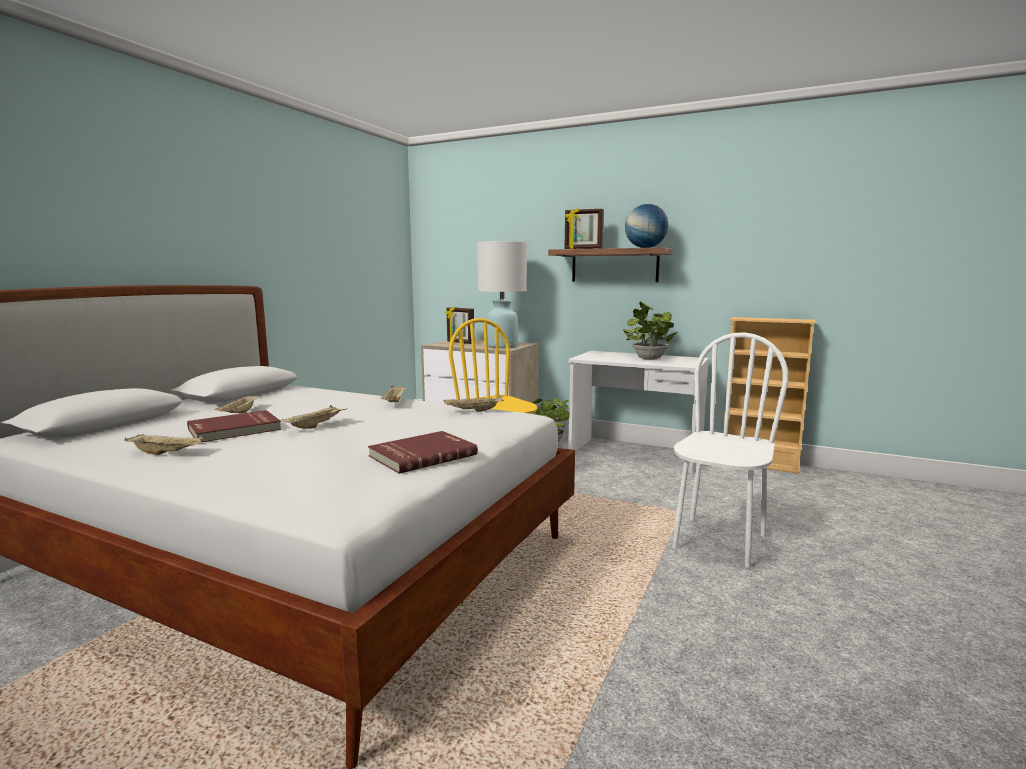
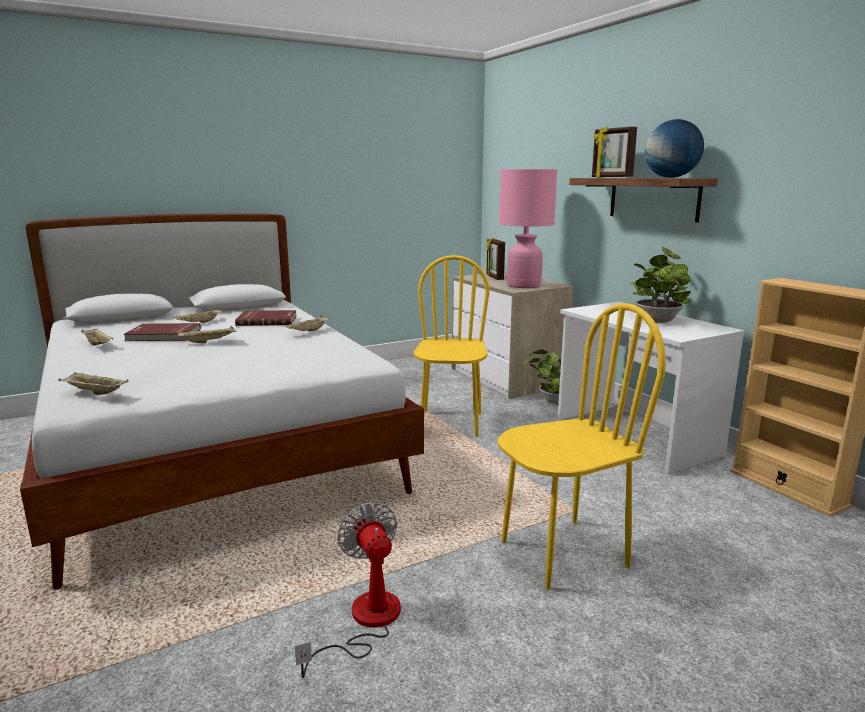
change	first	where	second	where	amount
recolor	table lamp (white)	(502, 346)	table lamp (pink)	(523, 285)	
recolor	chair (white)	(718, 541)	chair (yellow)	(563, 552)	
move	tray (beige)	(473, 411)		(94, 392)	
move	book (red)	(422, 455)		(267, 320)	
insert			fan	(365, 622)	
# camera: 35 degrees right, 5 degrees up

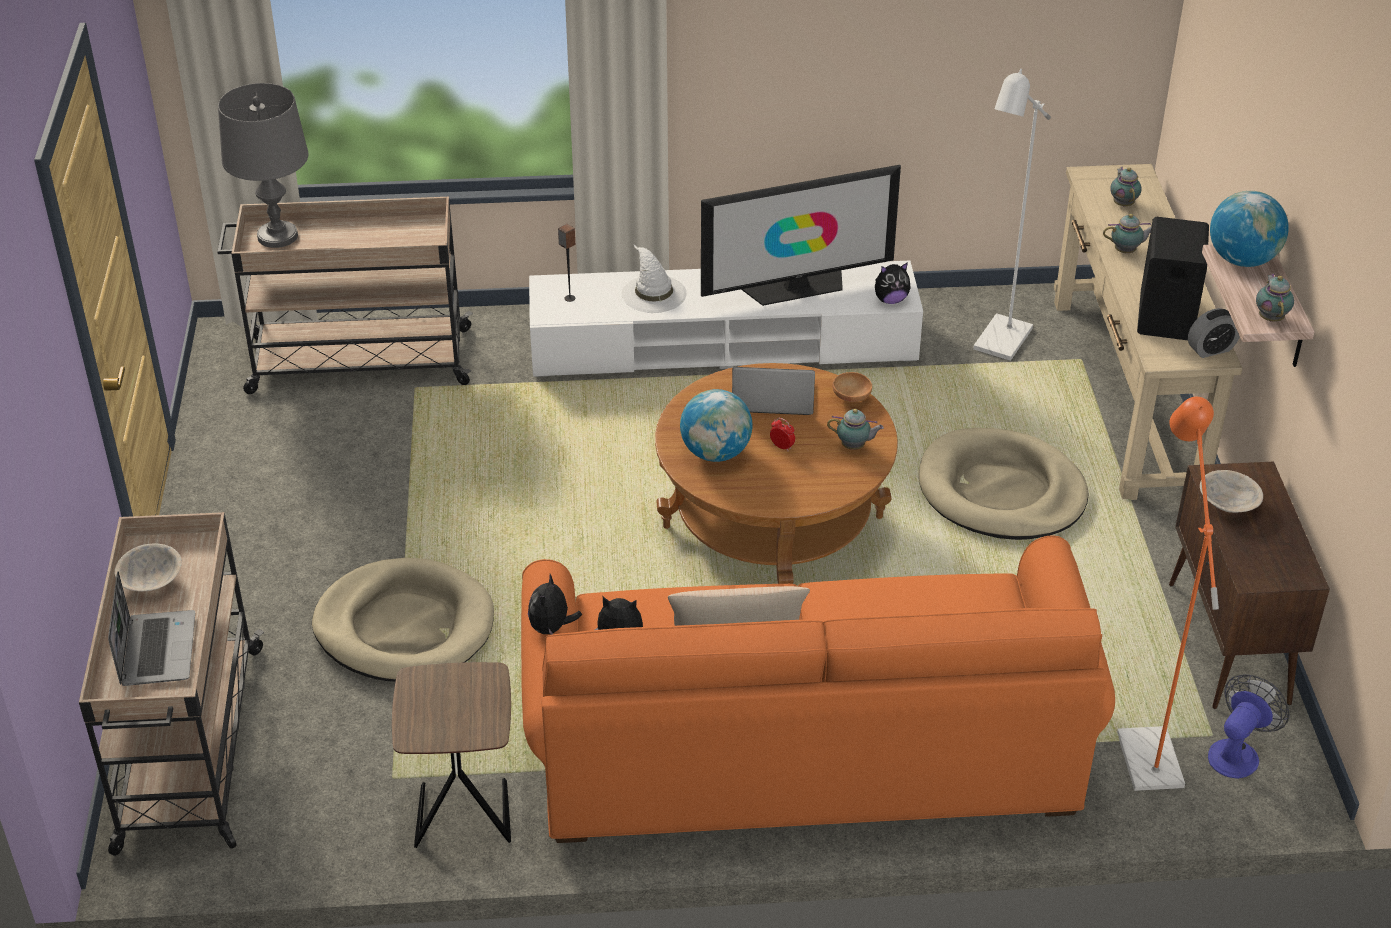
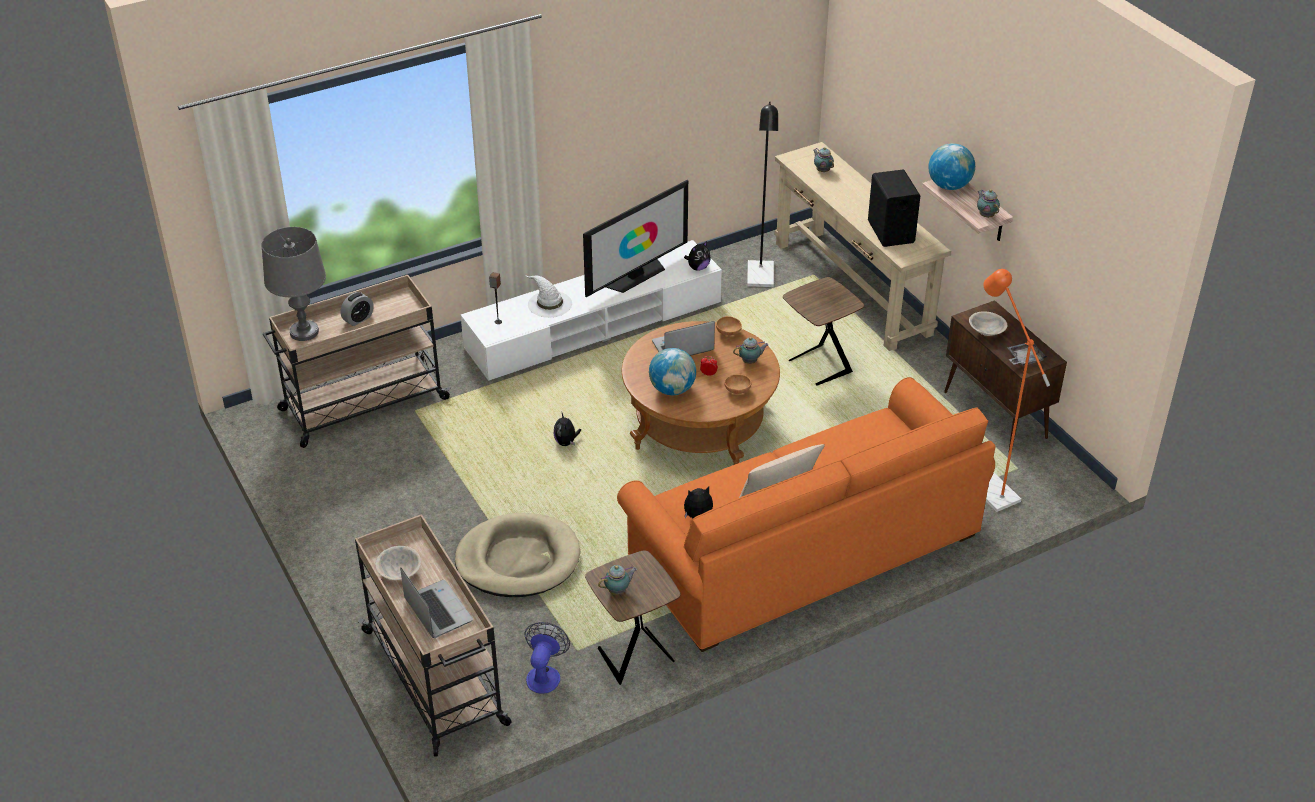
change	first	where	second	where	amount
recolor	floor lamp (white)	(998, 345)	floor lamp (black)	(760, 280)	
move	teapot	(1126, 251)		(618, 591)	
move	alarm clock	(1211, 349)		(358, 319)	
replace	dog bed (beige)	(1001, 491)	side table (brown)	(818, 367)	
move	plush toy	(551, 628)		(566, 442)	
move	fan	(1237, 752)		(545, 674)	
insert			tray (grey)	(1024, 359)	
insert			bowl (brown)	(737, 390)	
# camera: 25 degrees left, 0 degrees up

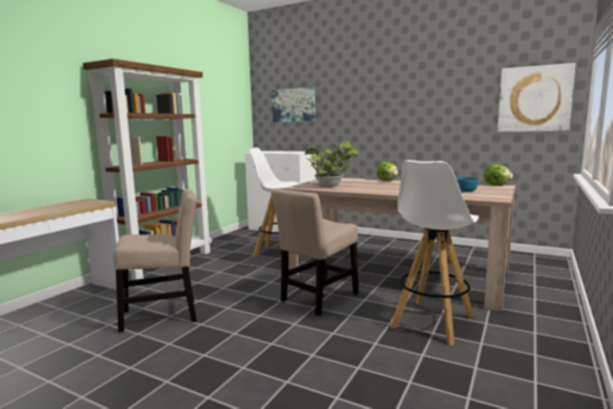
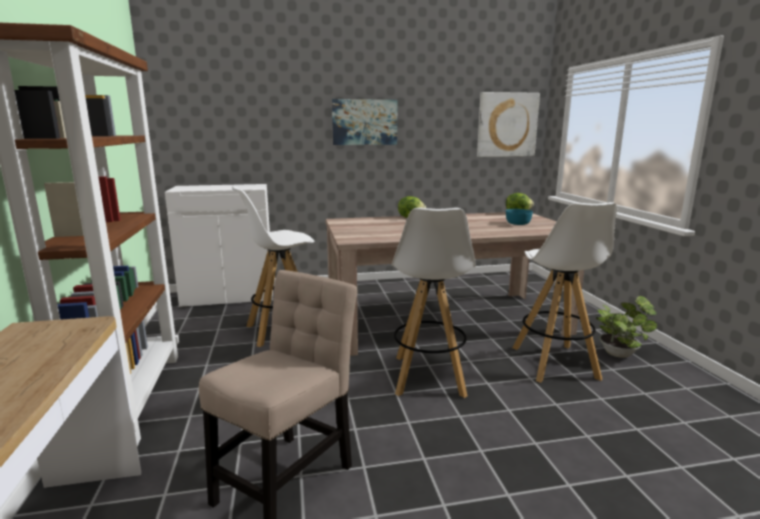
change	first	where	second	where	amount
move	picture	(293, 105)		(364, 122)	
move	potted plant	(331, 186)		(620, 353)	
replace	chair (beige)	(317, 299)	stool (white)	(429, 376)	
# camera: 40 degrees left, 5 degrees up

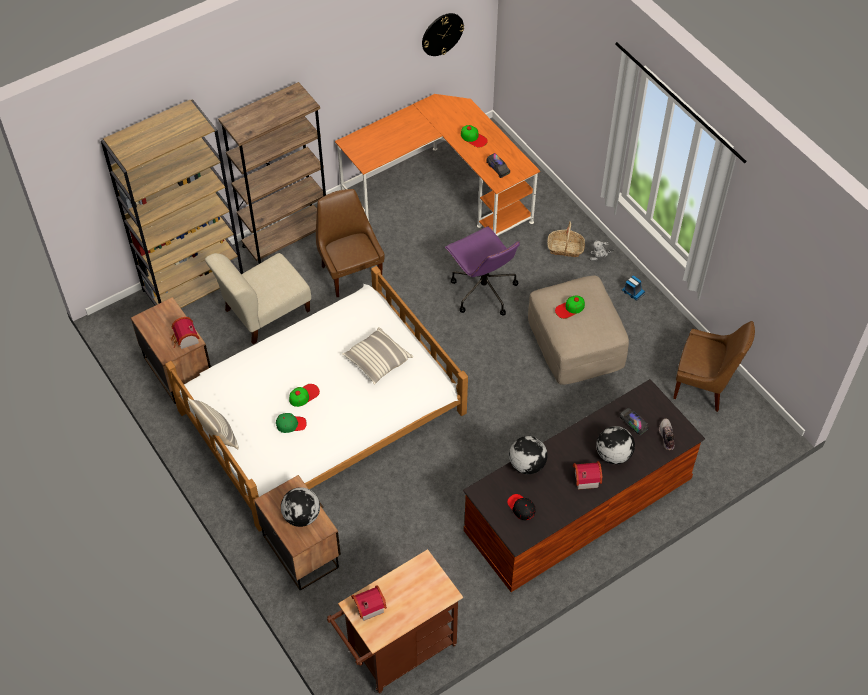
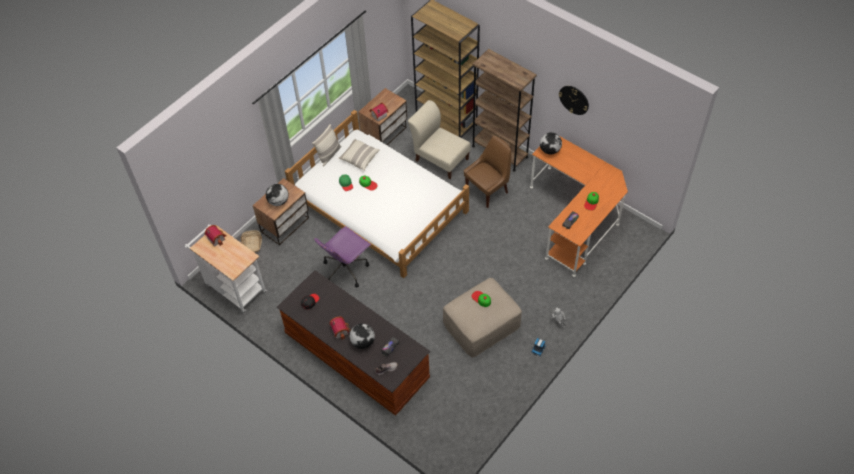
change	first	where	second	where	amount
move	wall clock	(442, 34)		(574, 99)	
move	basket	(565, 248)		(252, 244)	
move	office chair (purple)	(482, 291)		(345, 269)	
delete	chair (brown)	(704, 386)			
move	pillow	(377, 361)		(359, 158)	
move	globe	(526, 464)		(550, 150)	
recolor	cart (brown)	(396, 652)	cart (white)	(233, 287)	
# camera: 75 degrees right, 0 degrees up

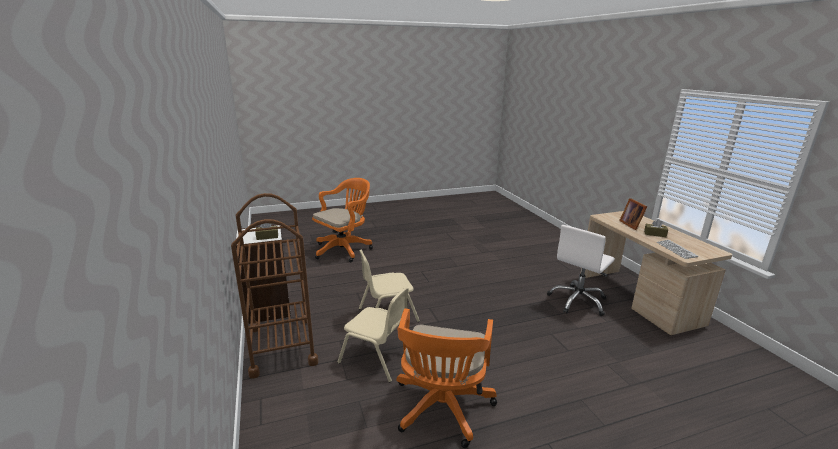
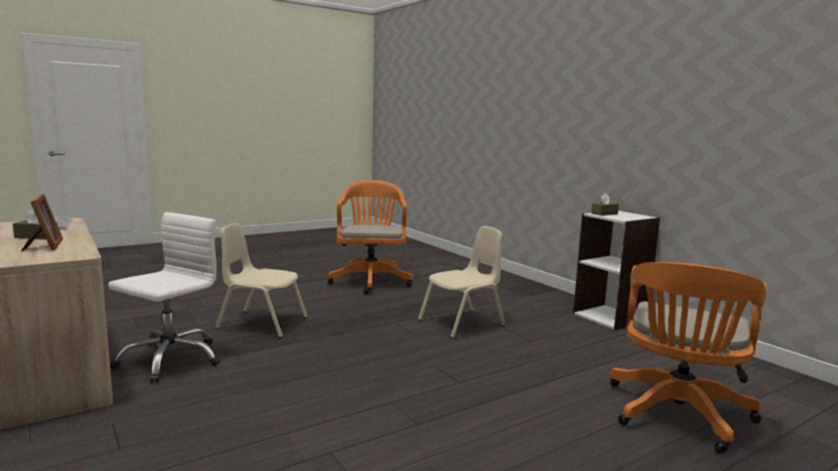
change	first	where	second	where	amount
delete	cart (brown)	(282, 345)			
move	chair (beige)	(377, 358)		(262, 323)	
# camera: 165 degrees right, 10 degrees down

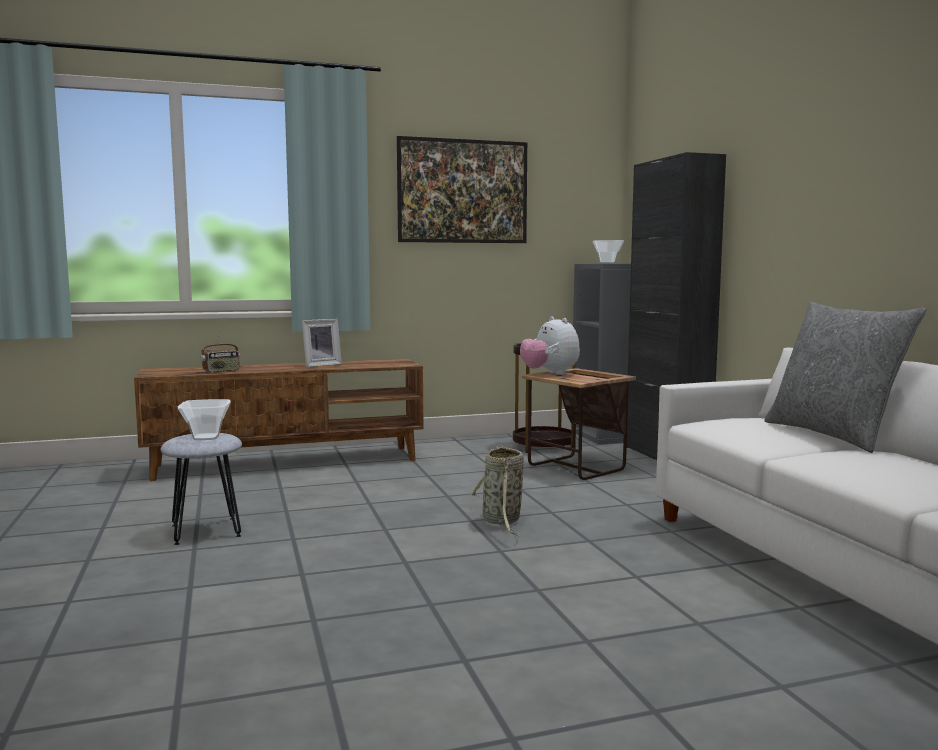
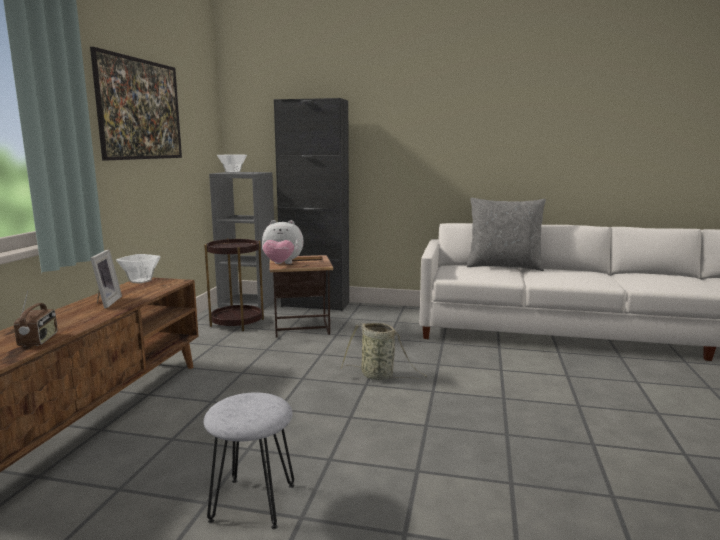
change	first	where	second	where	amount
move	bowl	(204, 437)		(140, 281)	
# camera: 60 degrees left, 5 degrees up

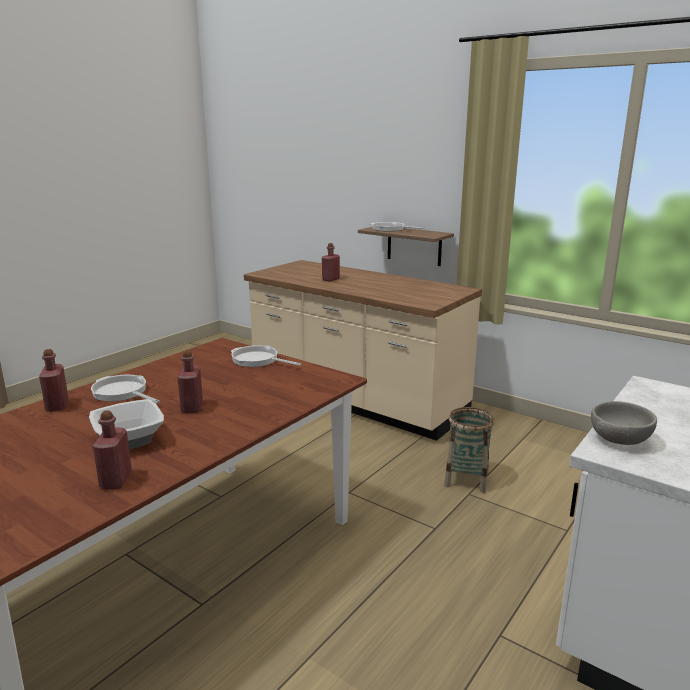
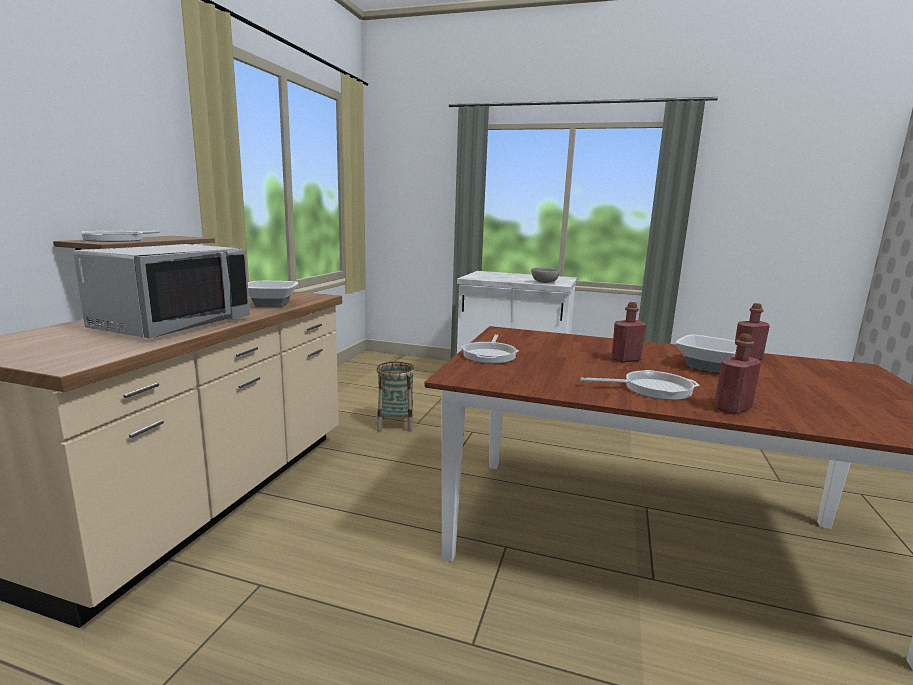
change	first	where	second	where	amount
replace	bottle (red)	(330, 279)	microwave (grey)	(172, 324)	
rotate	frying pan	(122, 393)		(652, 389)	105 degrees counterclockwise
insert			bowl	(272, 304)	
# camera: 110 degrees left, 5 degrees down

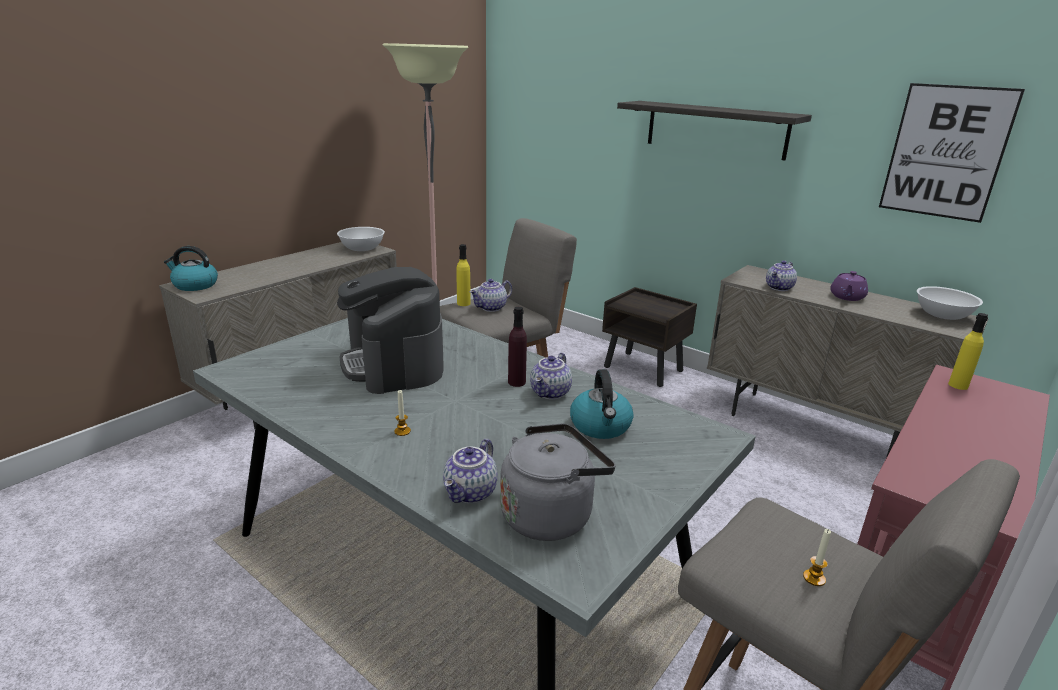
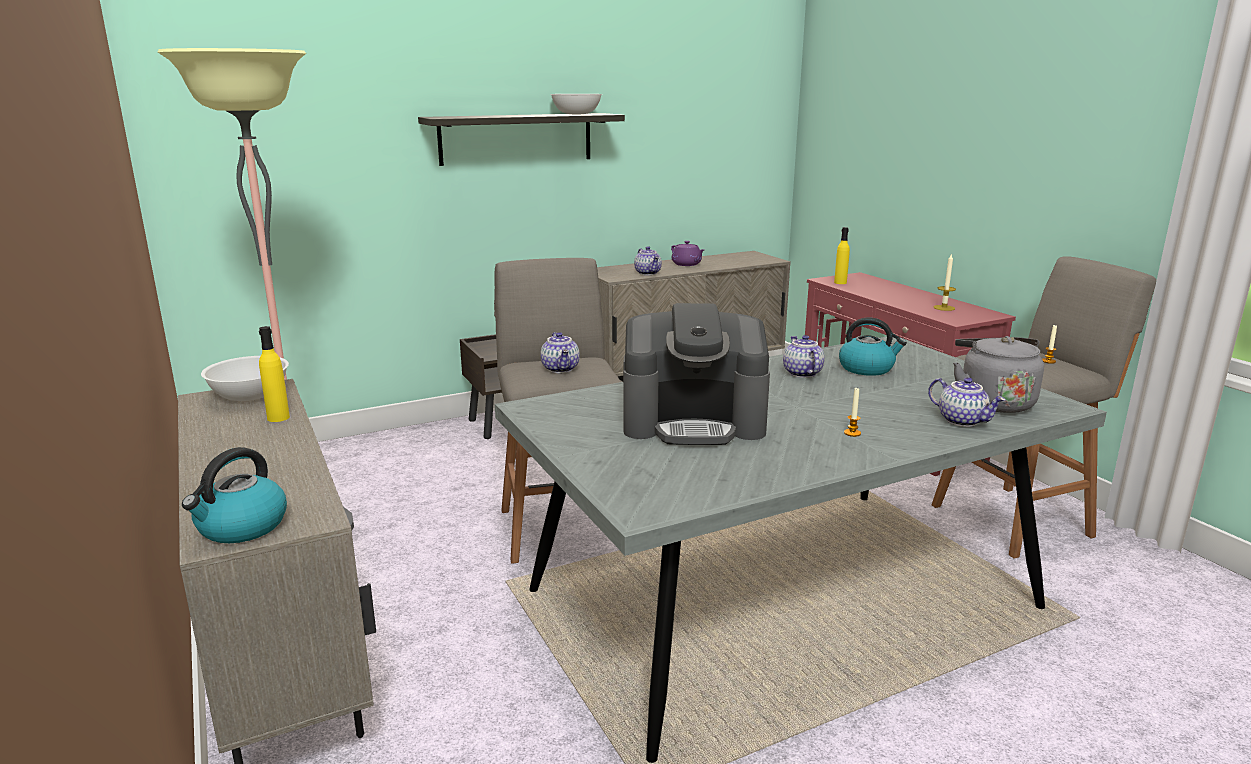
change	first	where	second	where	amount
delete	picture	(946, 152)			
move	bottle (yellow)	(463, 303)		(278, 418)	
move	bowl (white)	(942, 315)		(576, 114)	
delete	bottle (purple)	(516, 382)			
rotate	teapot	(551, 393)		(801, 373)	150 degrees counterclockwise
insert			candle	(944, 308)	
# camera: 65 degrees left, 5 degrees down

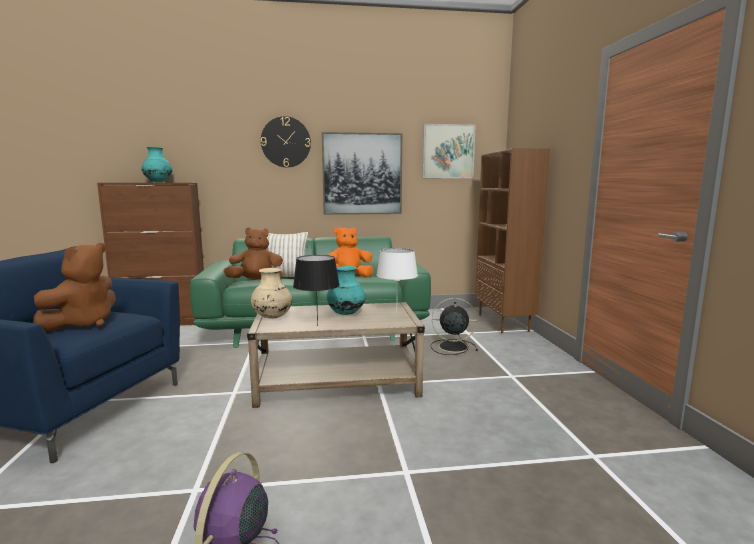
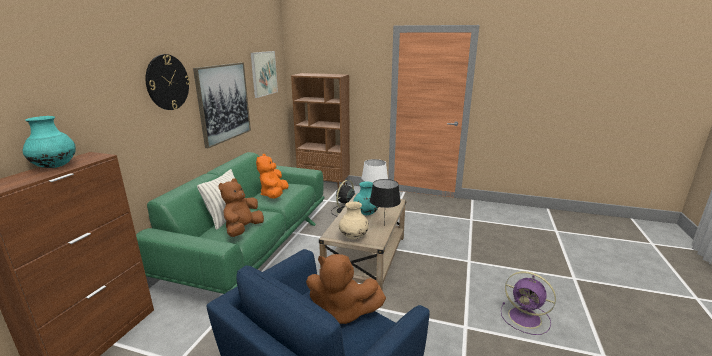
change	first	where	second	where	amount
rotate	plush toy (brown)	(83, 323)		(342, 313)	150 degrees clockwise
# camera: 65 degrees left, 10 degrees up

